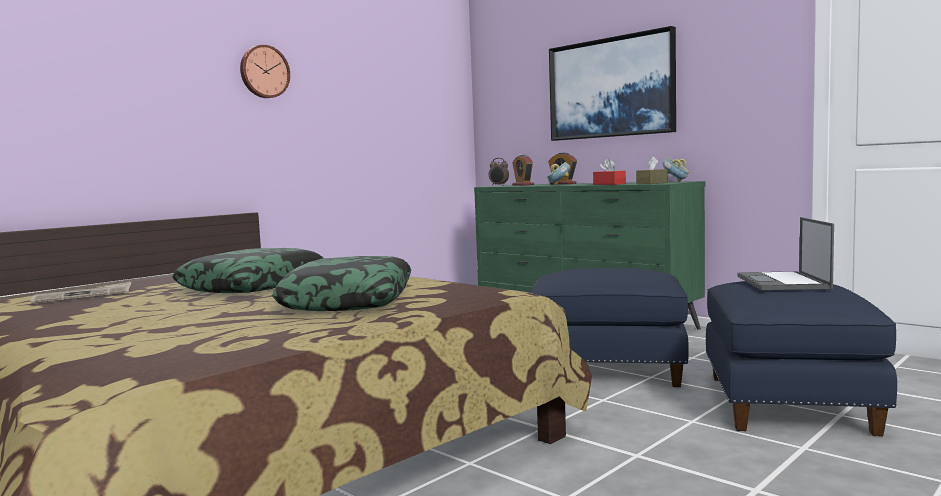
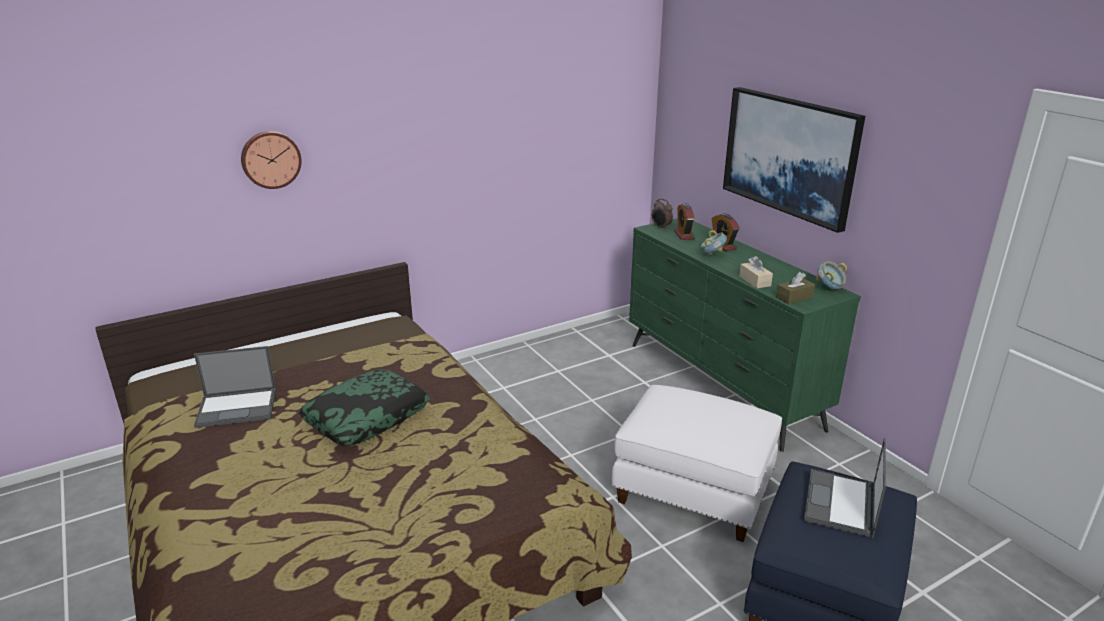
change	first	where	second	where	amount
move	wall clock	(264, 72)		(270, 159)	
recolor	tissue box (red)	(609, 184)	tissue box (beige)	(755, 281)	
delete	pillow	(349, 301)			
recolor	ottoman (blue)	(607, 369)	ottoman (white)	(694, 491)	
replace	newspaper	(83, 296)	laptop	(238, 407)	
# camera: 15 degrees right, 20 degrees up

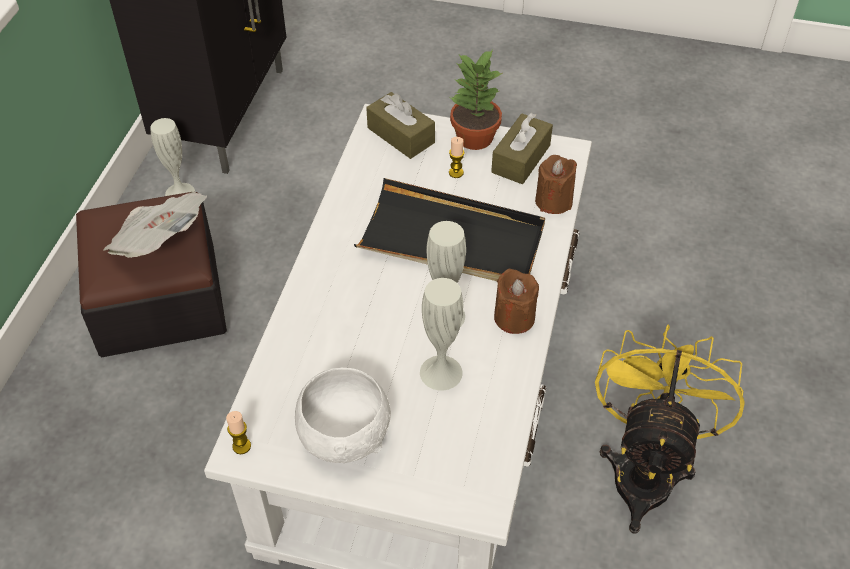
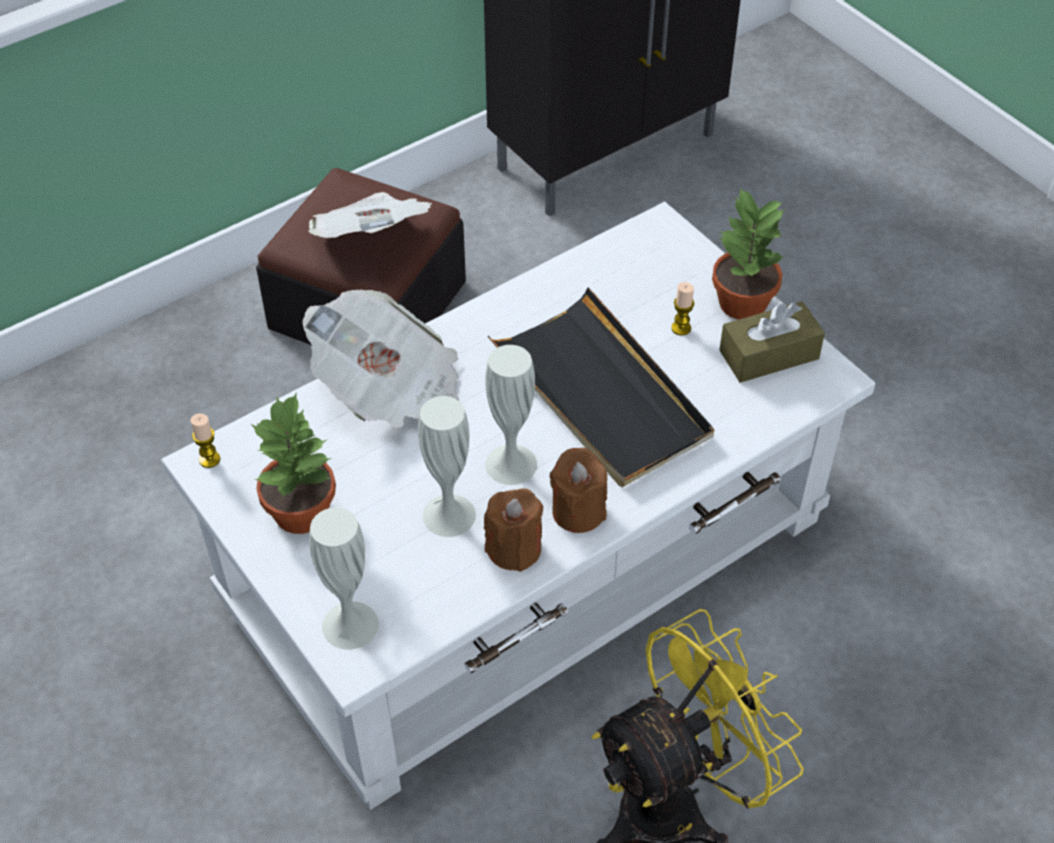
change	first	where	second	where	amount
delete	tissue box (brown)	(401, 135)			
move	vase (white)	(180, 193)		(350, 625)	
move	candle (brown)	(553, 201)		(514, 549)	
replace	bowl (white)	(345, 435)	potted plant	(303, 512)	
insert			newspaper	(391, 392)	
# camera: 40 degrees right, 0 degrees up

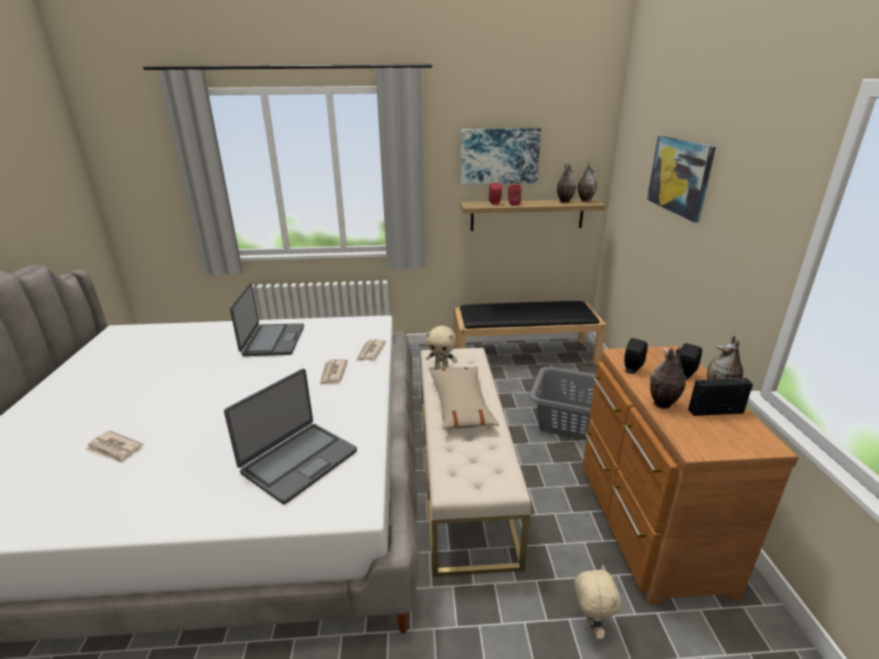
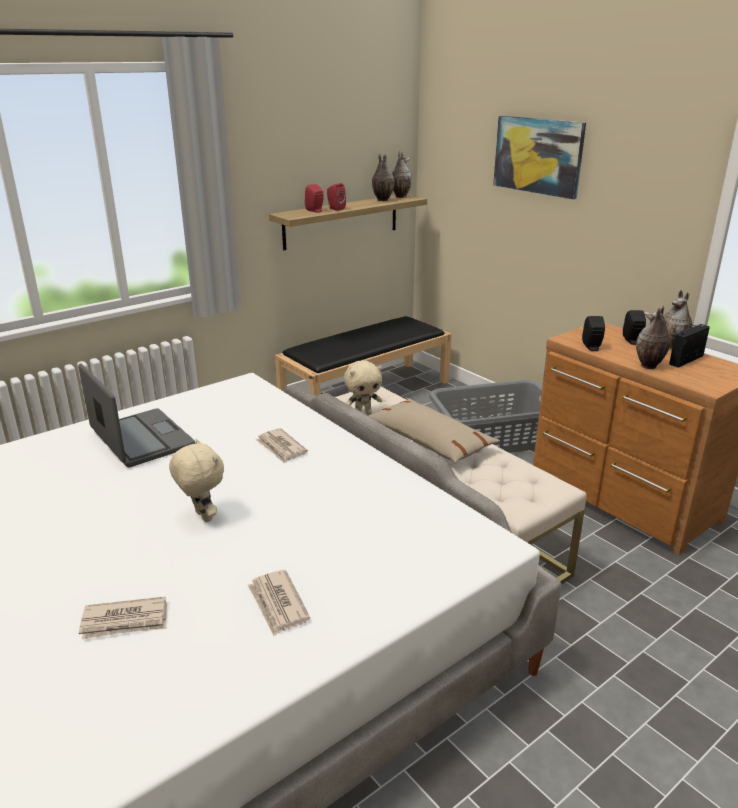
change	first	where	second	where	amount
delete	picture	(499, 156)			
move	newspaper	(370, 352)		(278, 604)	
delete	laptop	(298, 461)			
move	plush toy (beige)	(590, 624)		(202, 516)	
# camera: 35 degrees left, 0 degrees up

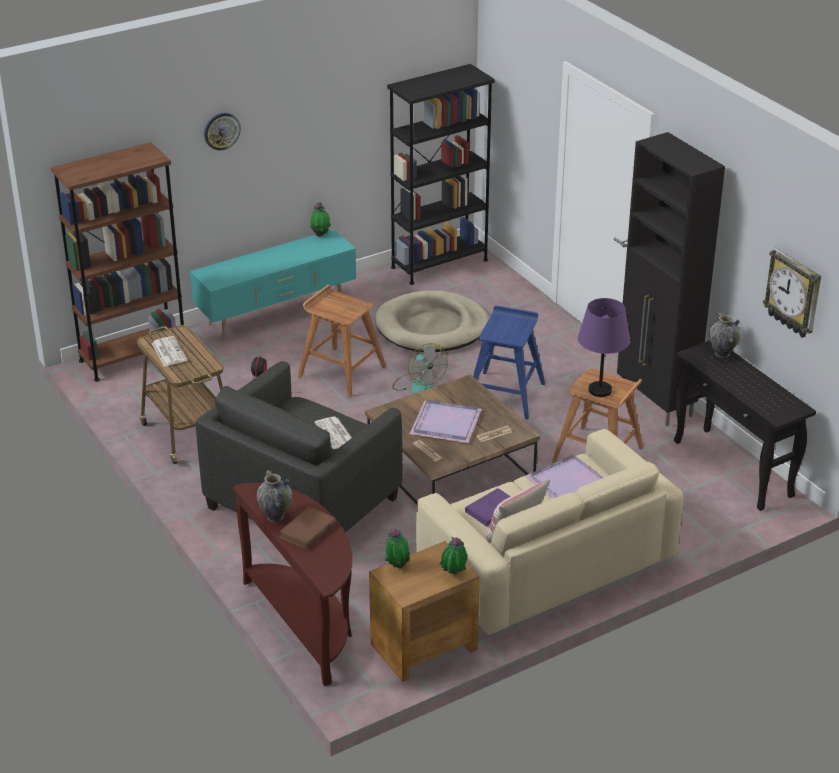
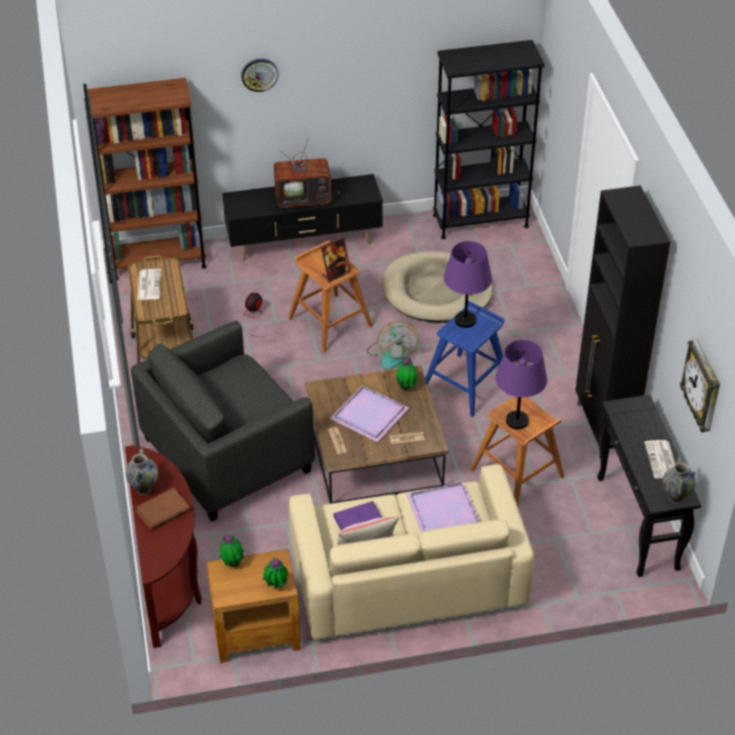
change	first	where	second	where	amount
move	potted plant	(320, 235)		(406, 387)	
recolor	tv stand (turquoise)	(277, 313)	tv stand (black)	(304, 243)	
move	vase	(722, 353)		(675, 497)	
move	newspaper	(335, 434)		(662, 460)	
insert			television	(304, 197)	
insert			picture frame	(336, 274)	
insert			table lamp (purple)	(465, 320)	
# camera: 20 degrees right, 10 degrees up

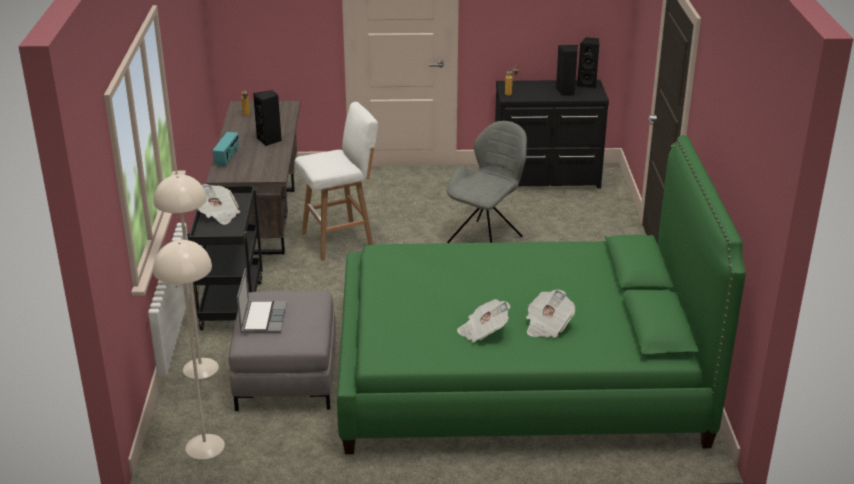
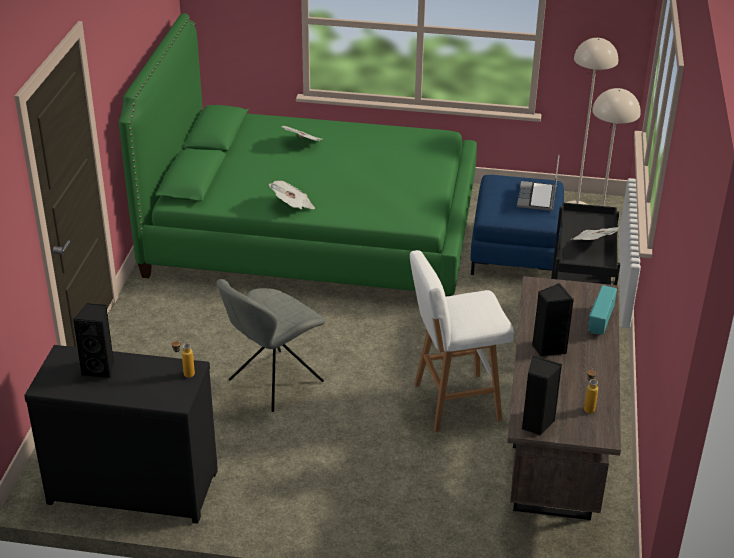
change	first	where	second	where	amount
move	speaker (black)	(587, 84)		(535, 423)	
recolor	ottoman (grey)	(287, 376)	ottoman (blue)	(514, 251)	
move	newspaper	(483, 332)		(292, 206)	
# camera: 170 degrees left, 5 degrees up

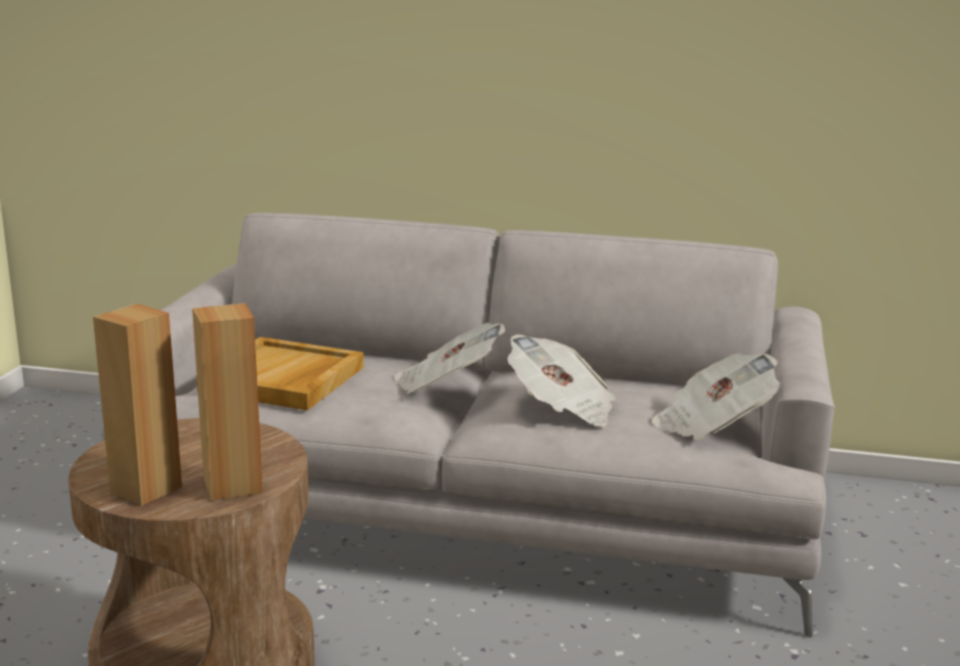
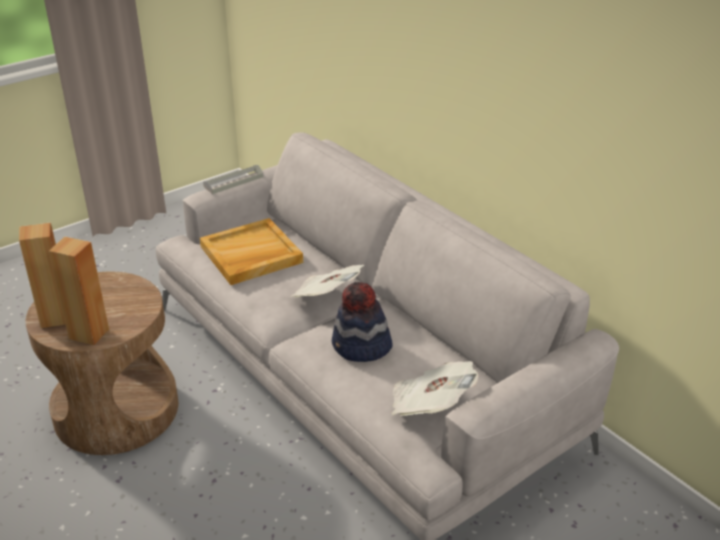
change	first	where	second	where	amount
replace	newspaper	(562, 408)	hat	(361, 347)	
insert			tray (grey)	(233, 182)	
# camera: 40 degrees right, 15 degrees up

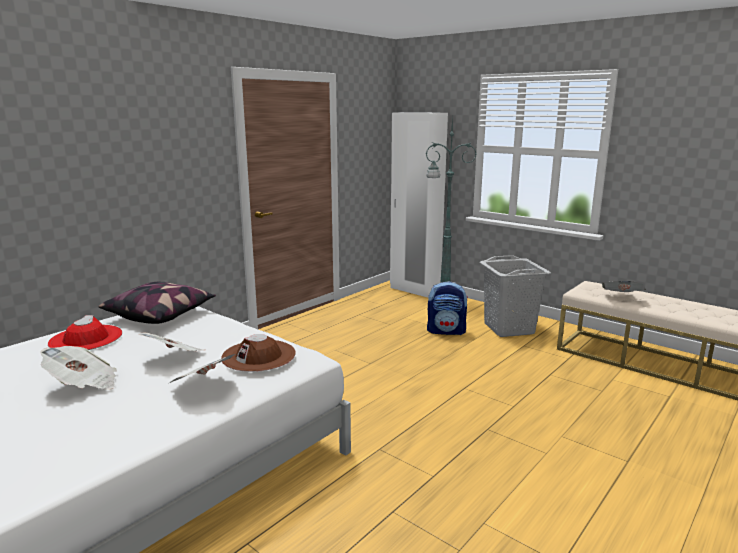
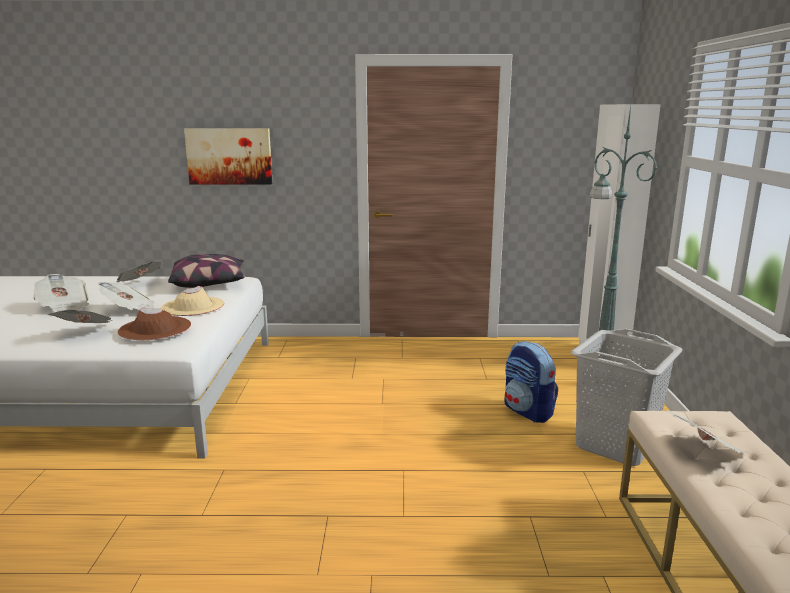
change	first	where	second	where	amount
replace	hat (red)	(86, 338)	newspaper	(140, 284)	
insert			picture	(229, 156)	
insert			hat (beige)	(192, 306)	
# camera: 50 degrees right, 0 degrees up

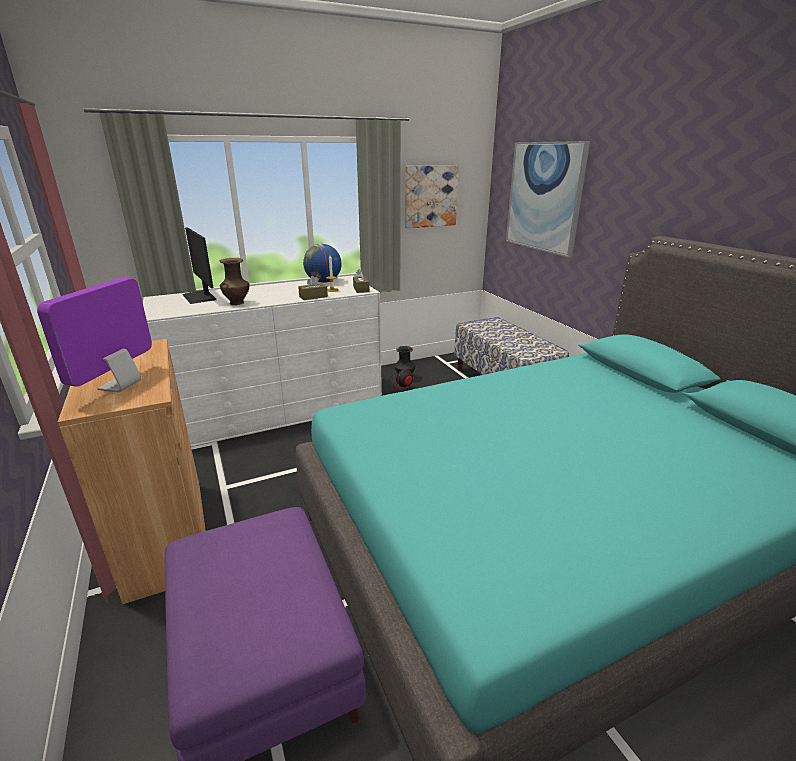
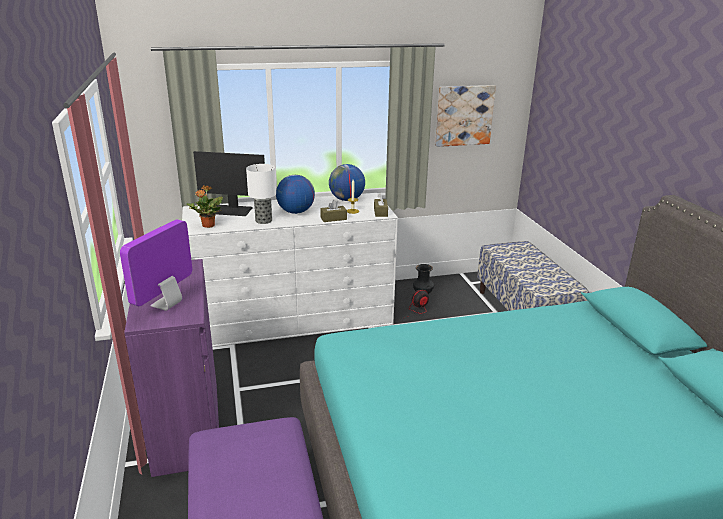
change	first	where	second	where	amount
delete	picture	(544, 197)			
rotate	monitor	(200, 297)		(231, 210)	60 degrees counterclockwise
replace	vase (brown)	(237, 303)	table lamp	(264, 220)	
recolor	cabinet (brown)	(166, 536)	cabinet (purple)	(187, 426)	
insert			globe	(295, 212)	
insert			potted plant	(208, 226)	
# camera: 10 degrees right, 0 degrees up

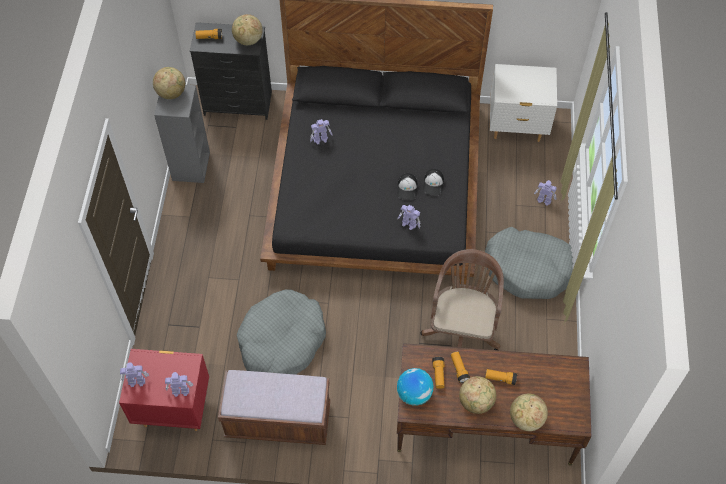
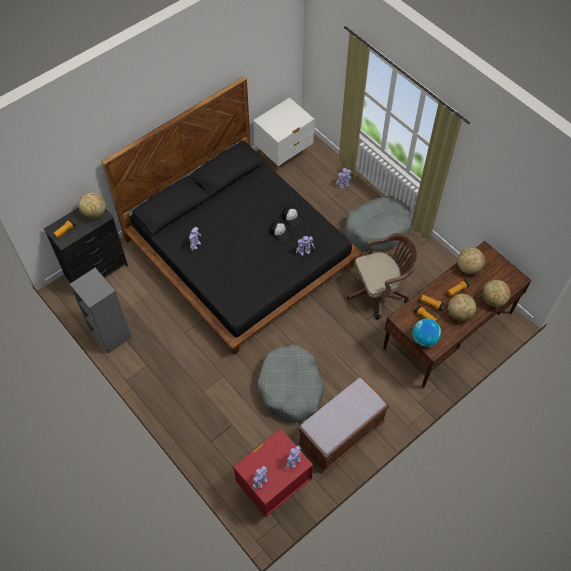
change	first	where	second	where	amount
move	globe	(171, 93)		(468, 267)	
rotate	office chair (brown)	(462, 329)		(380, 291)	105 degrees clockwise
# camera: 45 degrees left, 0 degrees up

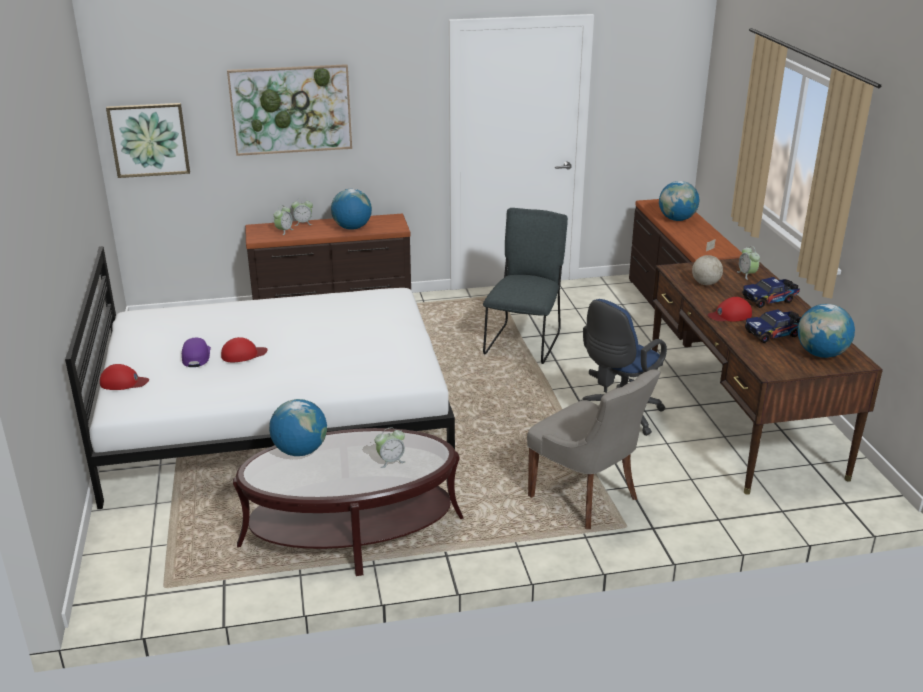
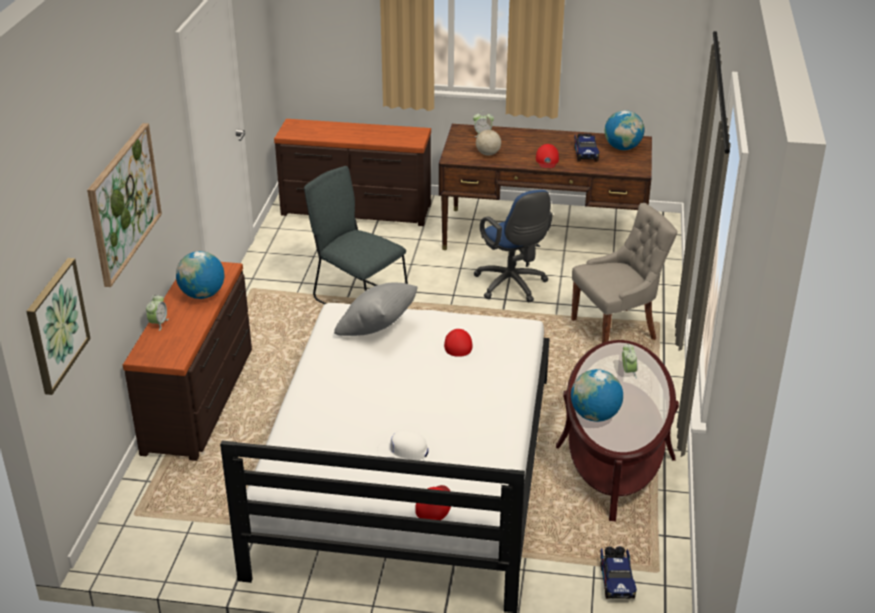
change	first	where	second	where	amount
delete	globe	(677, 219)			
delete	alarm clock	(284, 231)			
move	toy truck	(770, 300)		(616, 580)	
move	cap (red)	(243, 354)		(458, 344)	
recolor	cap (purple)	(196, 356)	cap (white)	(402, 451)	
insert			pillow (grey)	(377, 330)	
# camera: 70 degrees left, 5 degrees up

